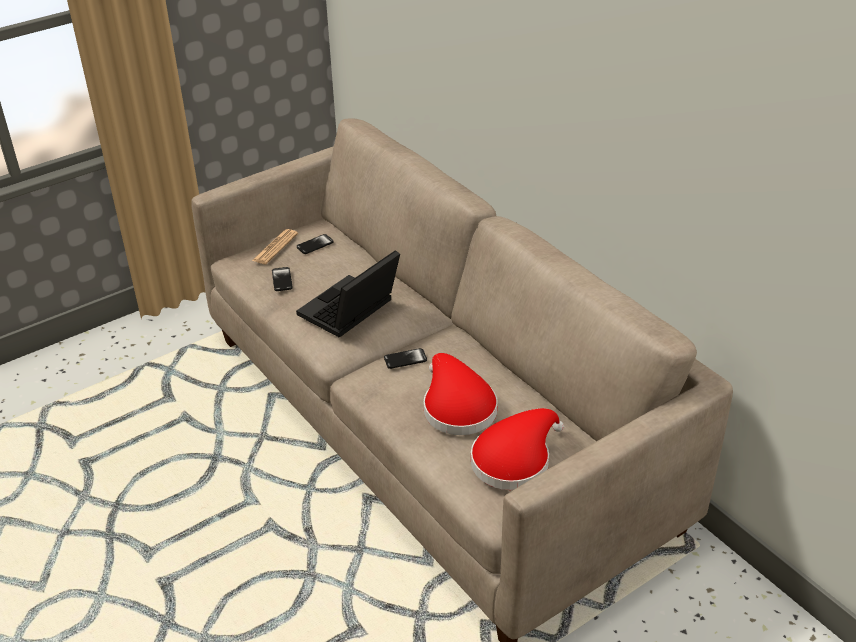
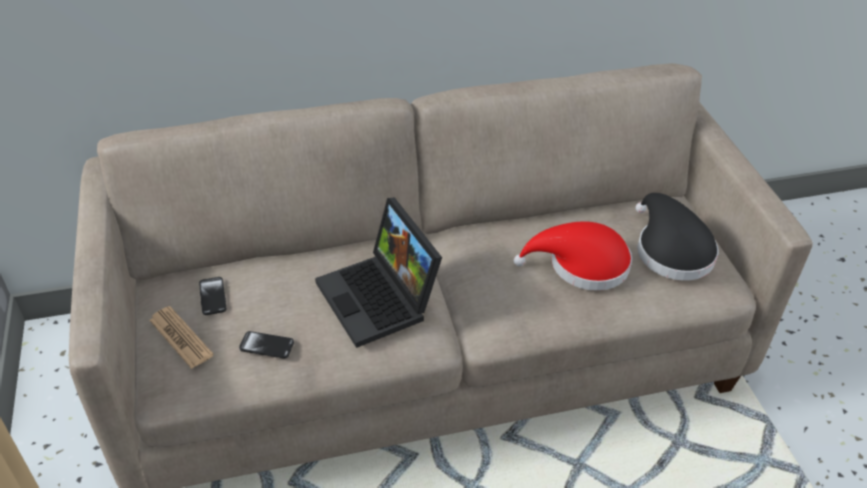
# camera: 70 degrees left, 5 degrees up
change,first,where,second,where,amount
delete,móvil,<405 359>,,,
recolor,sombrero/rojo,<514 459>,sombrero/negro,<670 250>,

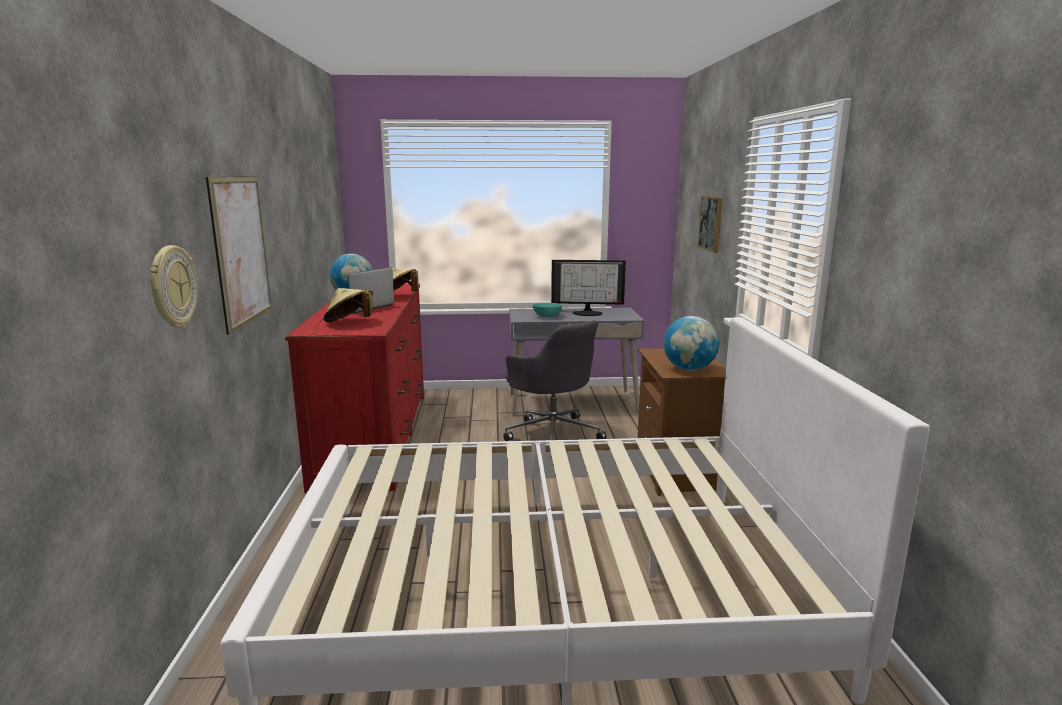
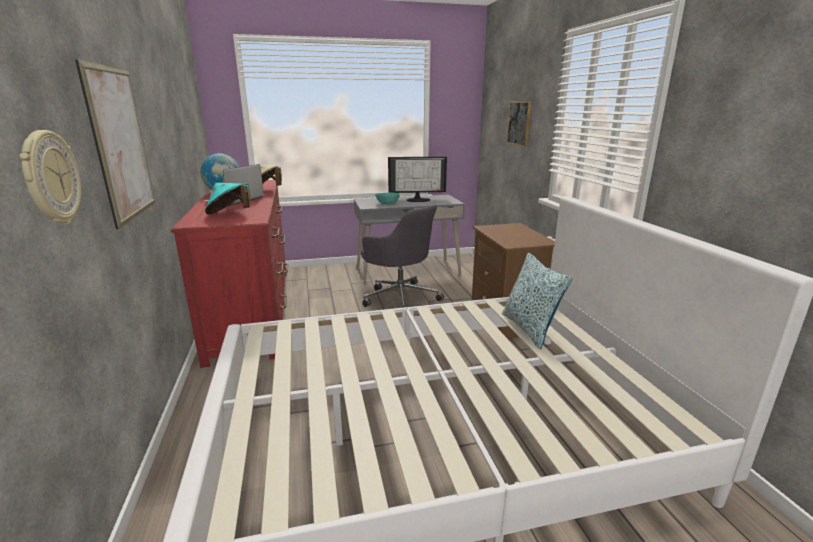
# camera: 10 degrees left, 5 degrees up
change,first,where,second,where,amount
recolor,sombrero/beis,<350 323>,sombrero/turquesa,<229 214>,
delete,globo terráqueo,<689 369>,,,
insert,,,cojín,<529 329>,

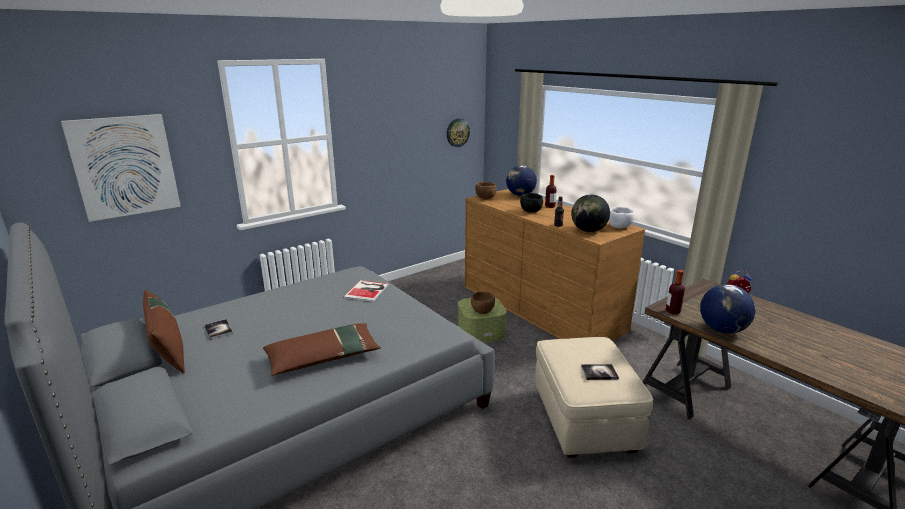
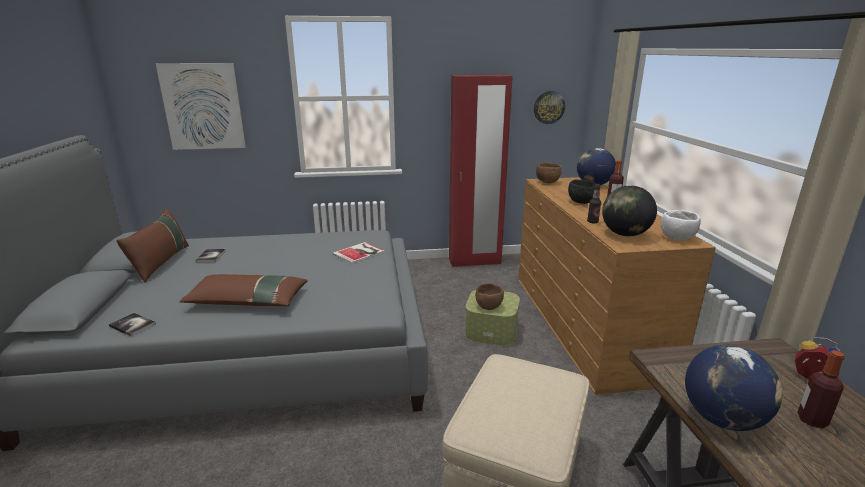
# camera: 30 degrees right, 0 degrees up
change,first,where,second,where,amount
move,botella,<672 312>,,<812 420>,
move,libro,<599 373>,,<132 325>,
insert,,,armario ropero/rojo,<474 261>,

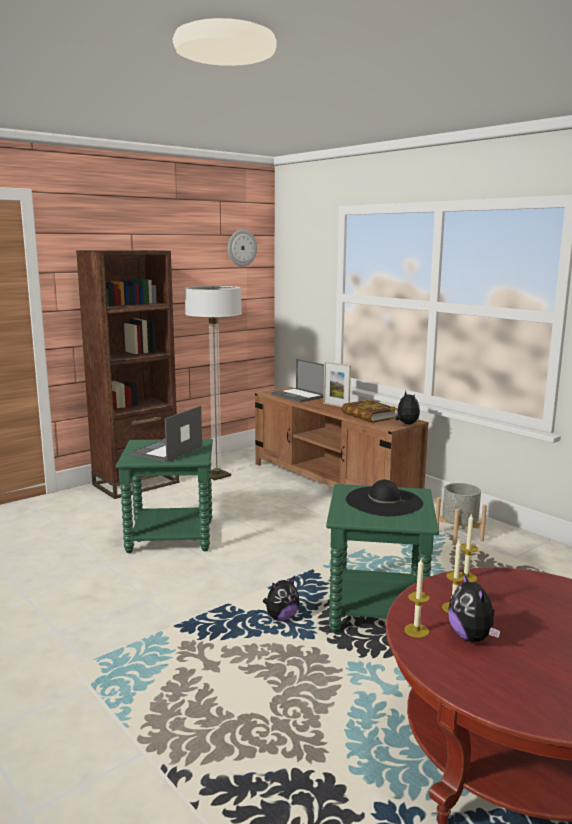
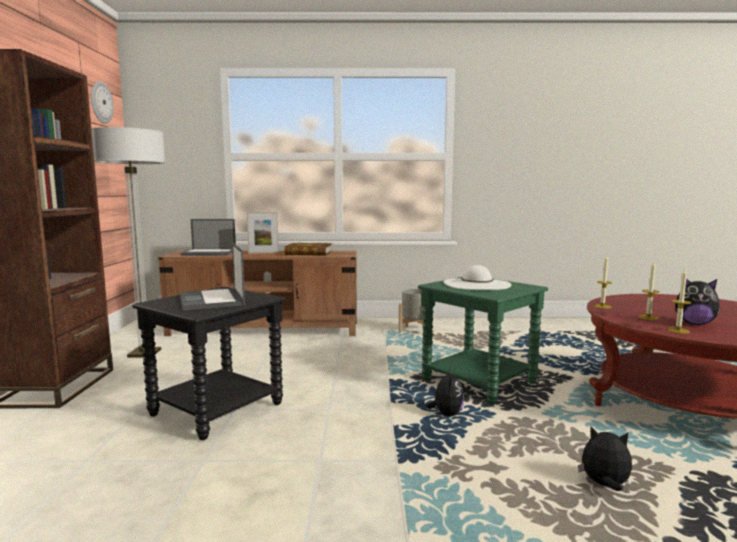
# camera: 50 degrees left, 5 degrees down
change,first,where,second,where,amount
move,peluche,<406 424>,,<604 485>,
recolor,mesa auxiliar/verde,<170 537>,mesa auxiliar/negro,<217 410>,
recolor,sombrero/negro,<384 501>,sombrero/blanco,<476 284>,

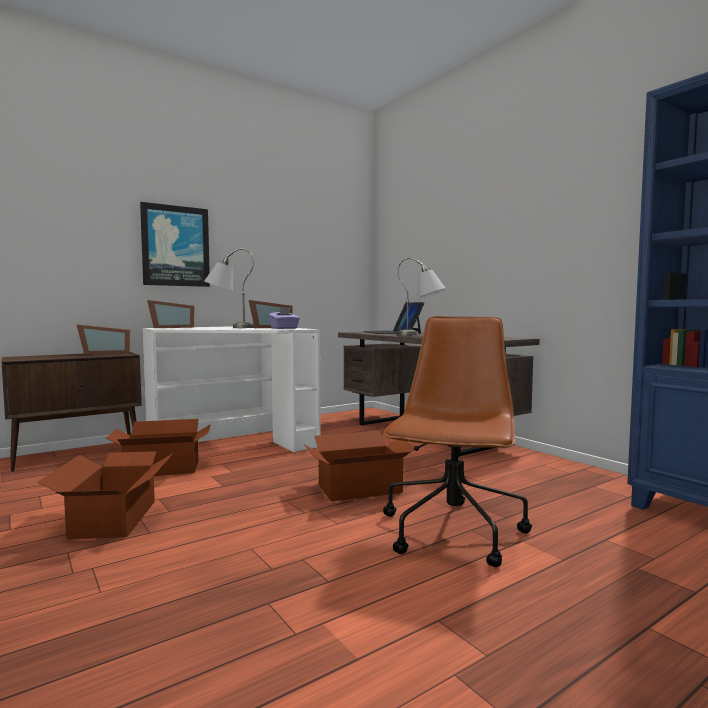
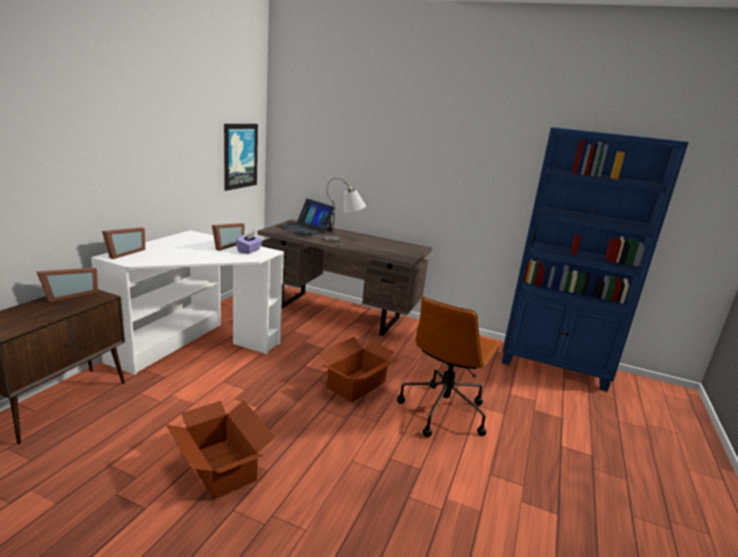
# camera: 35 degrees left, 15 degrees up
change,first,where,second,where,amount
move,cuadro,<175 246>,,<240 156>,
delete,lámpara de mesa/gris,<229 327>,,,
rotate,silla de oficina/marrón,<453 533>,,<443 410>,135 degrees counterclockwise
delete,caja de cartón,<162 468>,,,

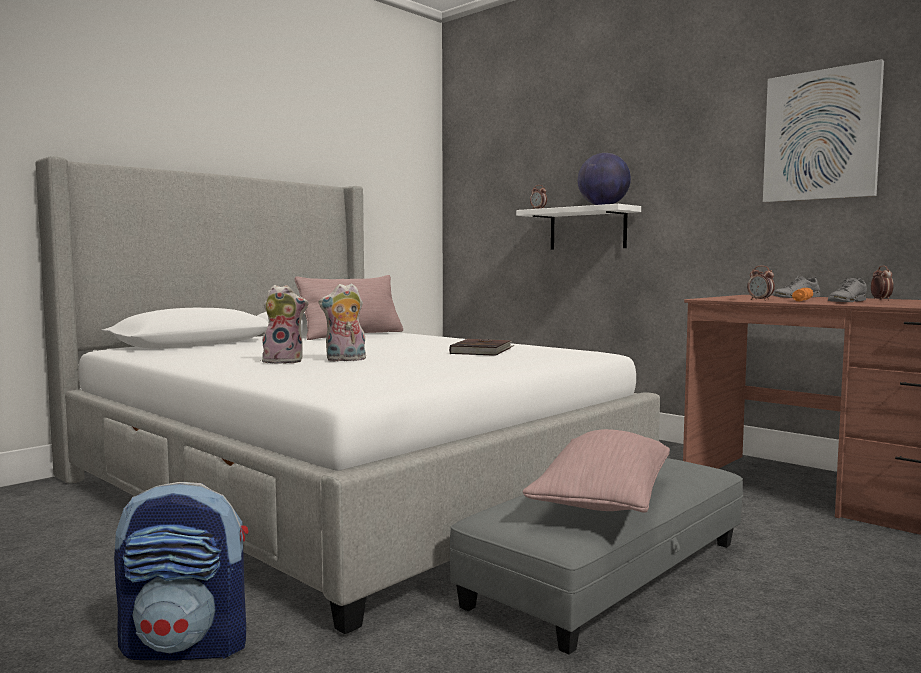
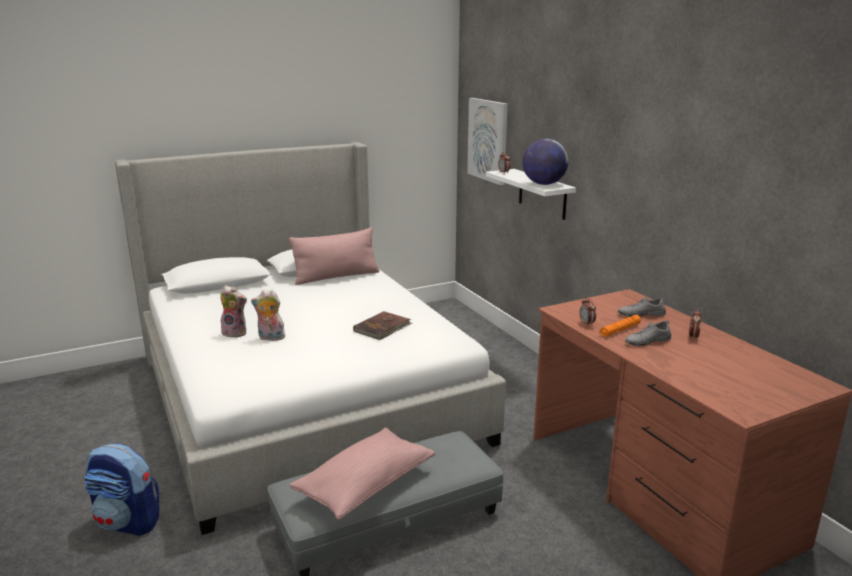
# camera: 20 degrees right, 15 degrees up
change,first,where,second,where,amount
move,cuadro,<821 135>,,<488 140>,

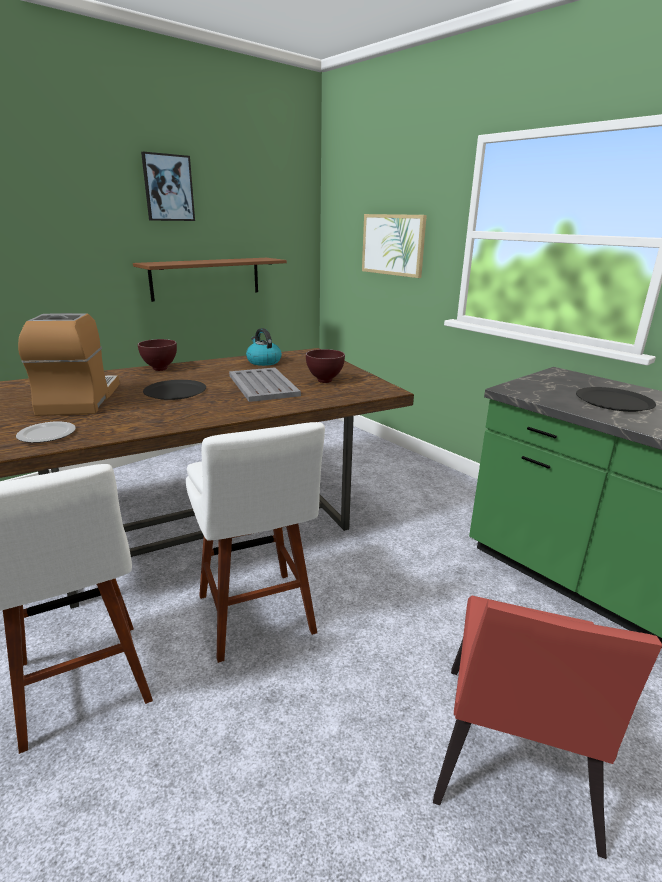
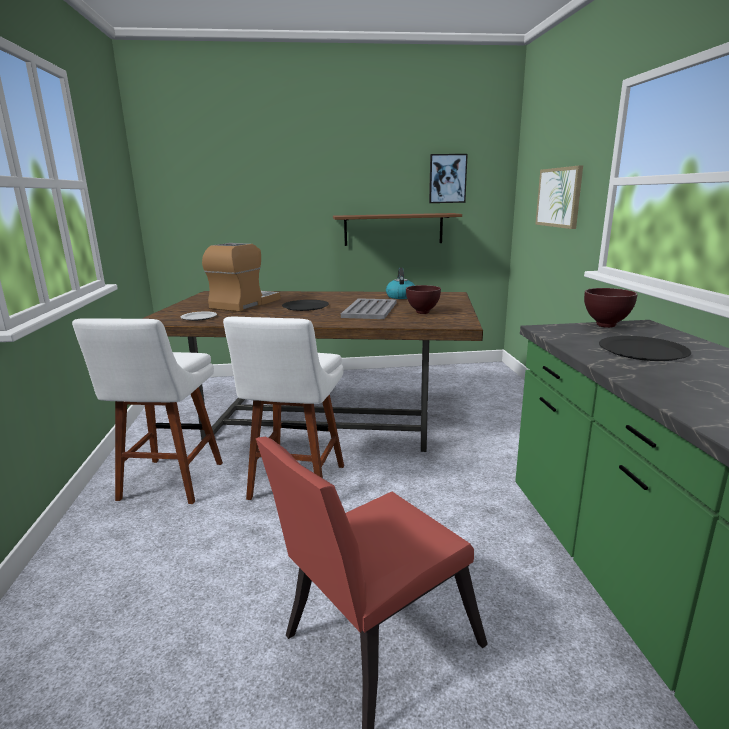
# camera: 35 degrees right, 5 degrees down
change,first,where,second,where,amount
move,cuadro,<168 188>,,<447 178>,
move,cuenco/marrón,<159 369>,,<605 325>,

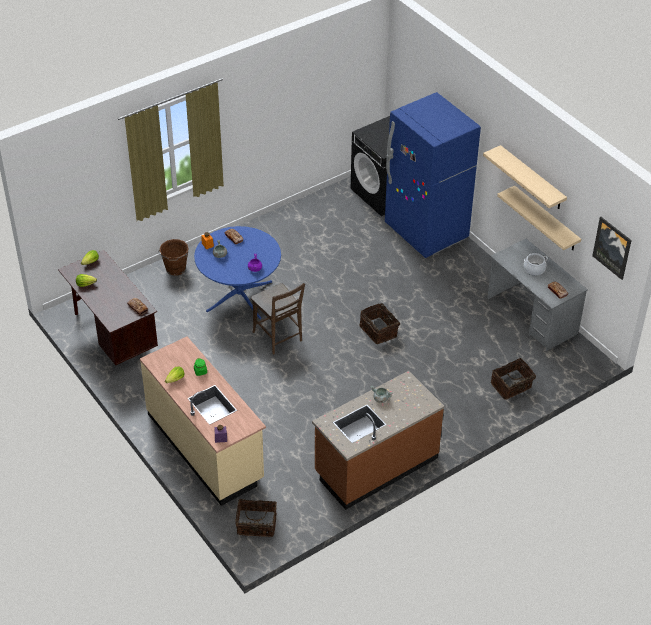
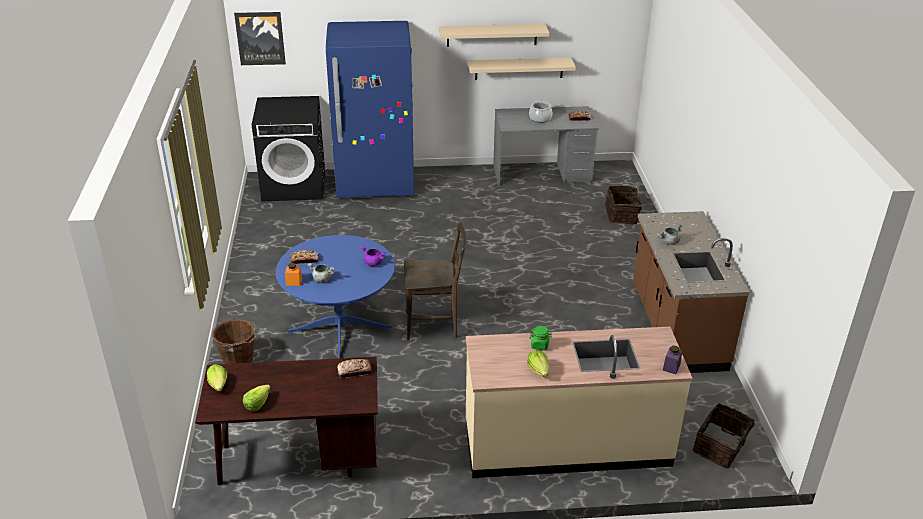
# camera: 60 degrees left, 10 degrees down
change,first,where,second,where,amount
move,cuadro,<612 247>,,<260 38>,
delete,cesta,<379 331>,,,

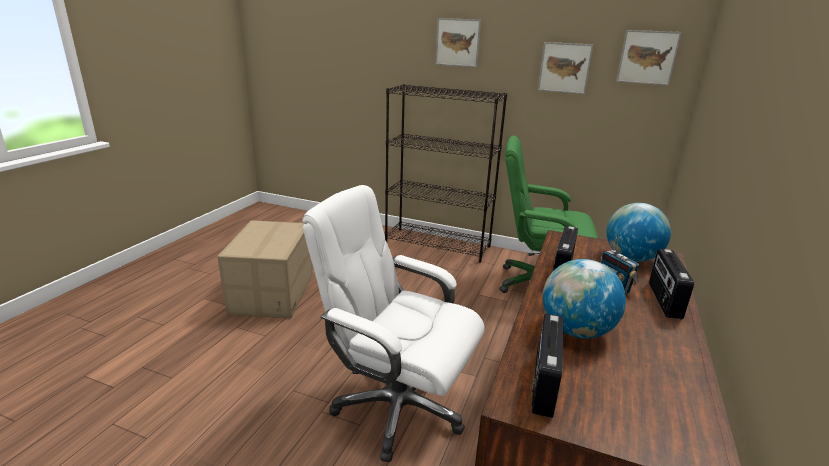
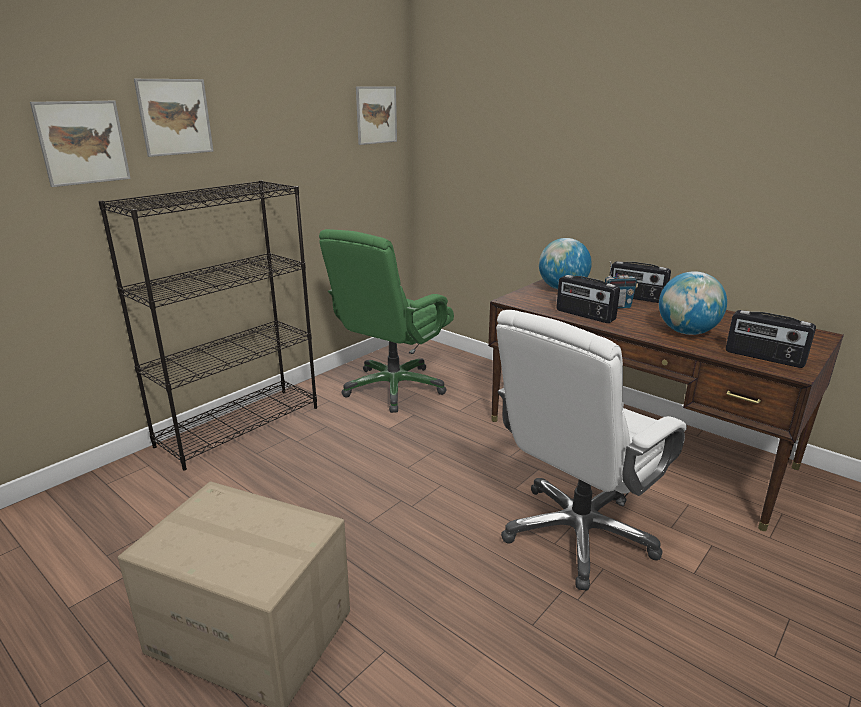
# camera: 70 degrees left, 0 degrees up
change,first,where,second,where,amount
move,cuadro,<564 68>,,<82 142>,

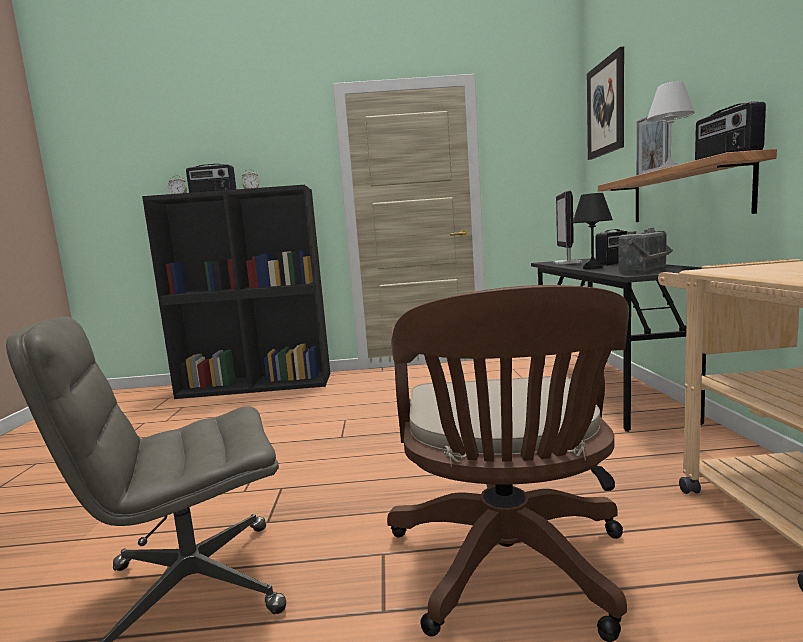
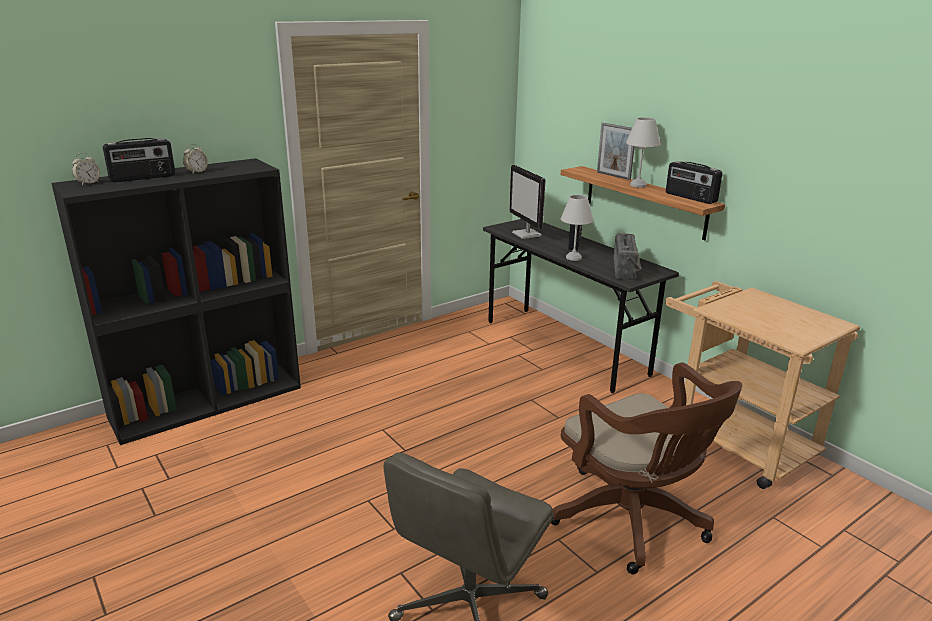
# camera: 35 degrees left, 15 degrees up
change,first,where,second,where,amount
delete,cuadro,<606 108>,,,
recolor,lámpara de mesa/negro,<591 268>,lámpara de mesa/blanco,<573 258>,

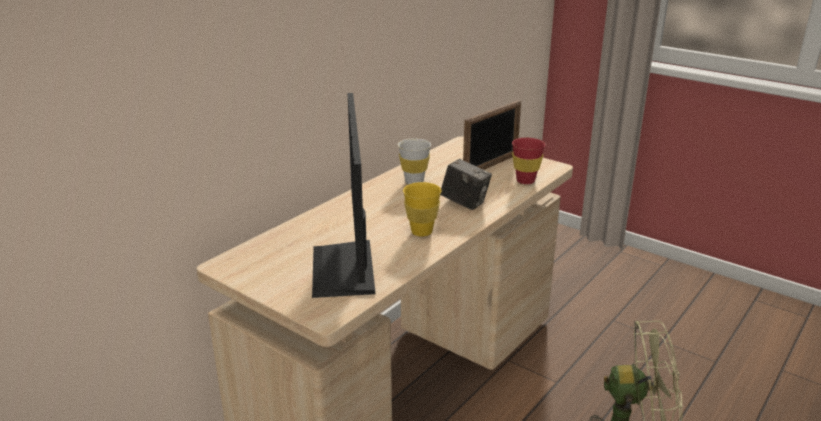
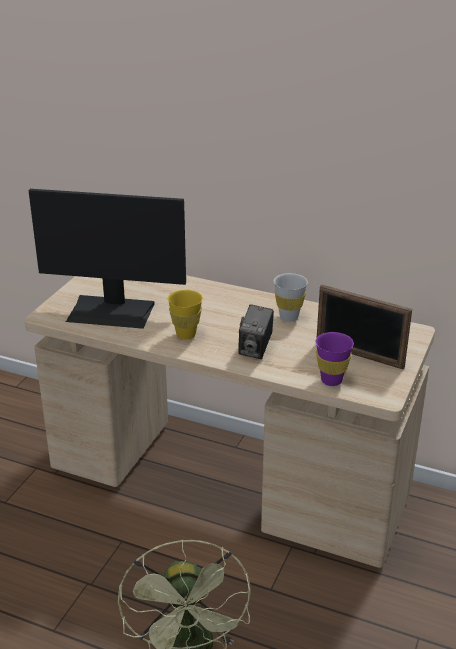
# camera: 75 degrees right, 5 degrees up
change,first,where,second,where,amount
rotate,monitor,<346 269>,,<112 311>,150 degrees counterclockwise
recolor,taza/rojo,<525 181>,taza/morado,<331 380>,

